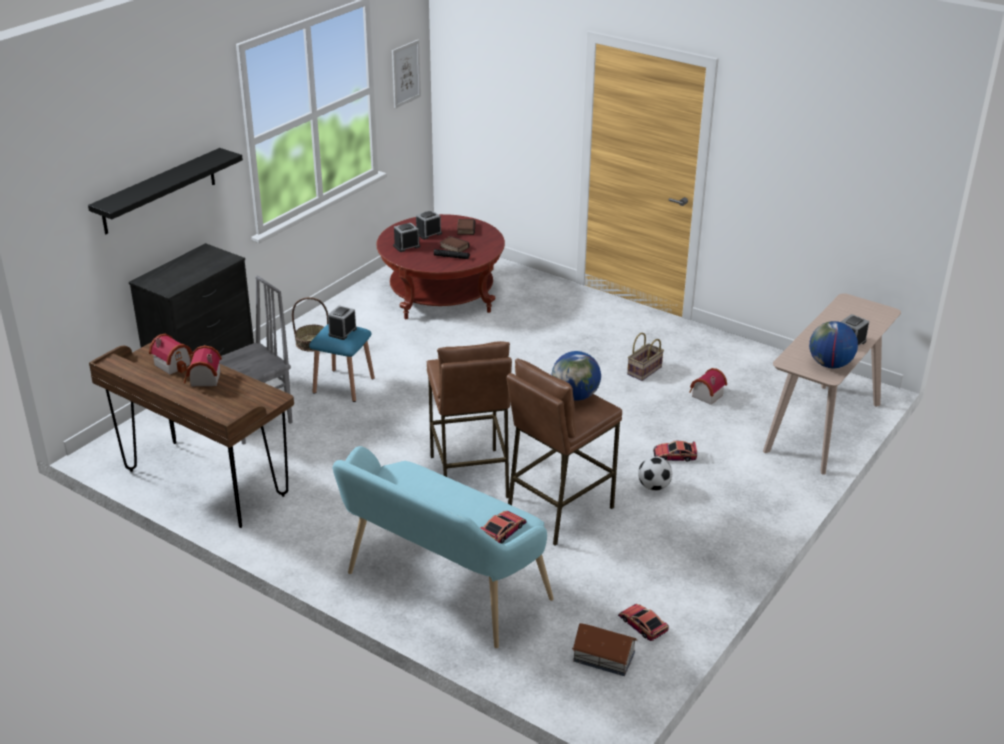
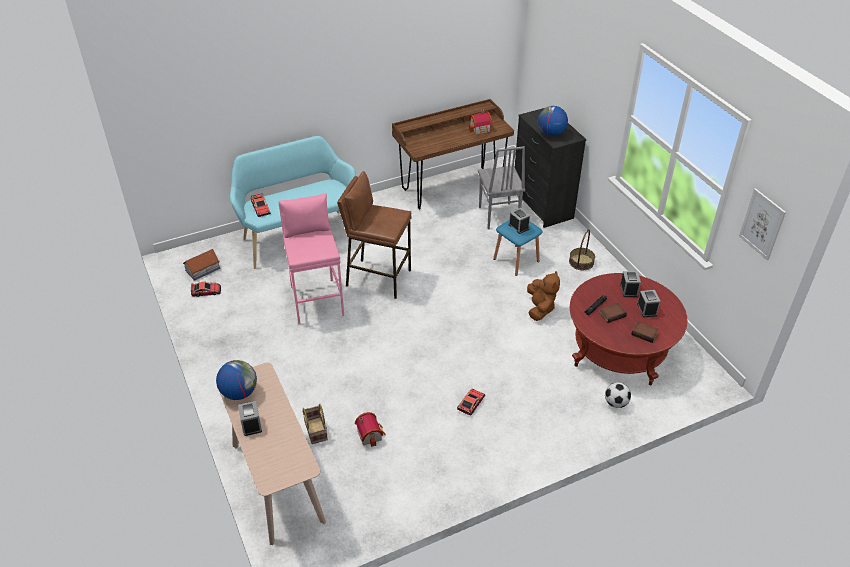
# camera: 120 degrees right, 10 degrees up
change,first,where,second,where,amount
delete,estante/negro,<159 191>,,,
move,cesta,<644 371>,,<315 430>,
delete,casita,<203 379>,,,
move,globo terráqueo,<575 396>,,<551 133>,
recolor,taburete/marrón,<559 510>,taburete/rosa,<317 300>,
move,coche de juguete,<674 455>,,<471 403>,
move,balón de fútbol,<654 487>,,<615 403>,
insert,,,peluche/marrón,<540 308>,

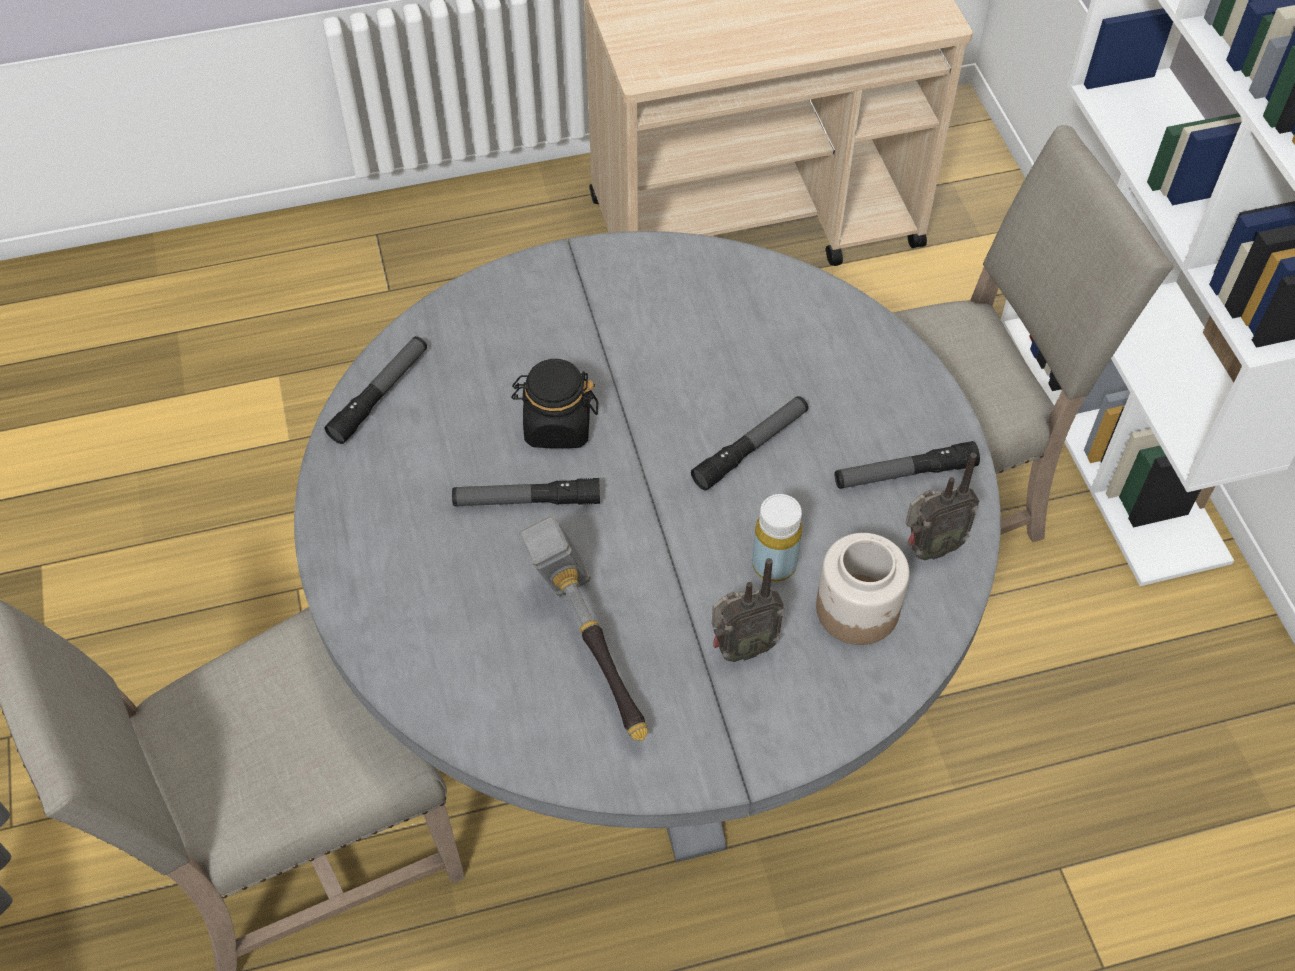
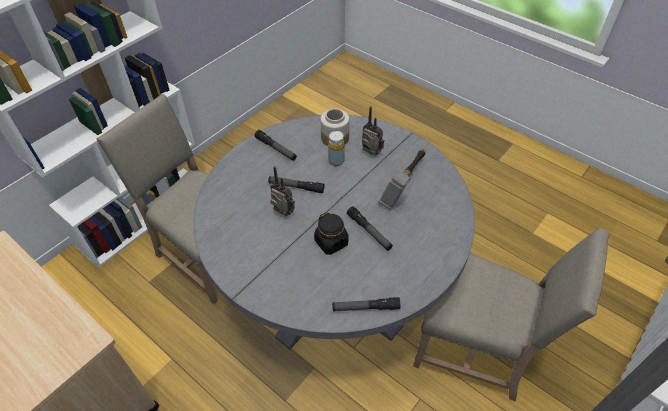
# camera: 125 degrees left, 5 degrees down
change,first,where,second,where,amount
move,radio,<929 548>,,<283 214>,

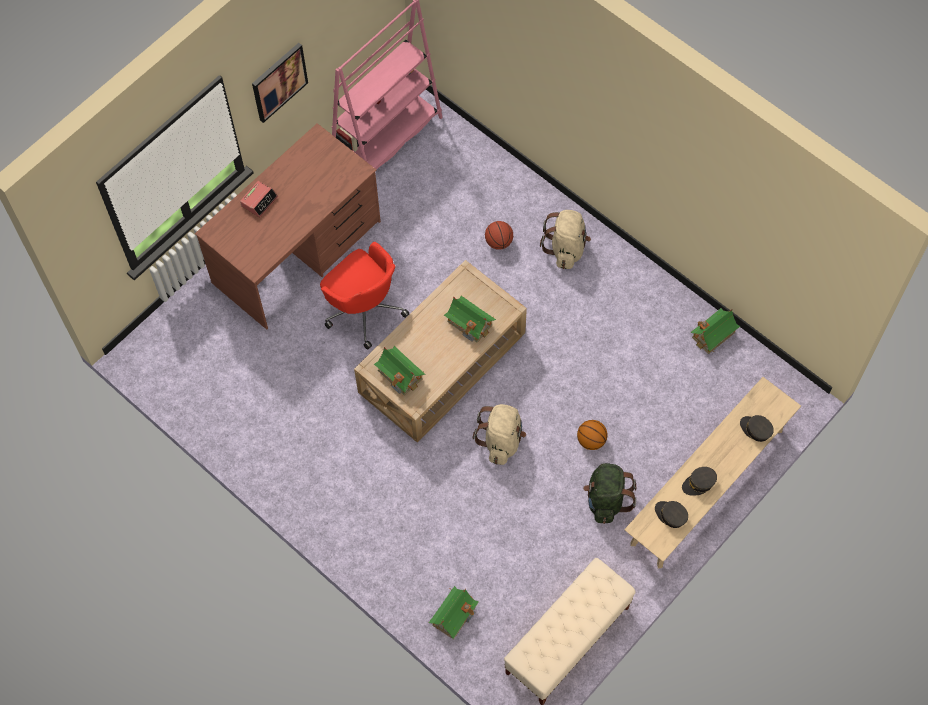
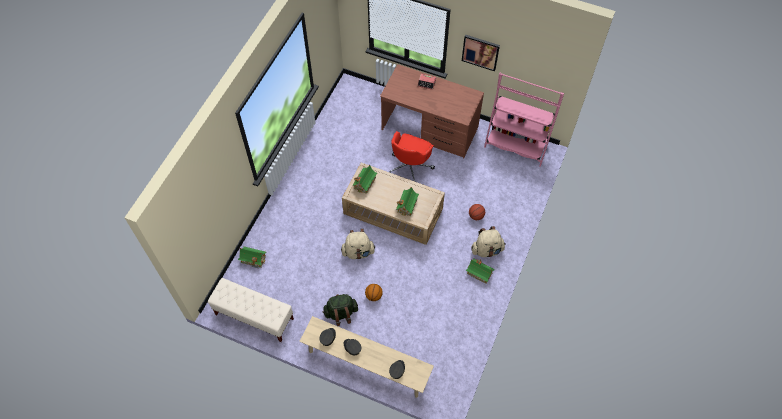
# camera: 70 degrees right, 5 degrees down
change,first,where,second,where,amount
move,casita,<713 335>,,<479 273>,

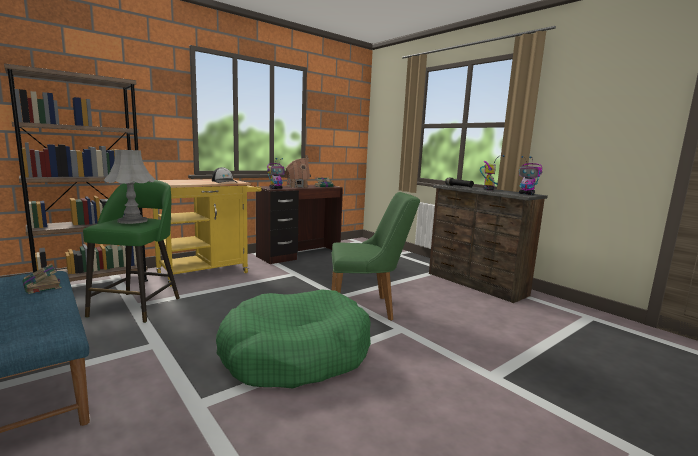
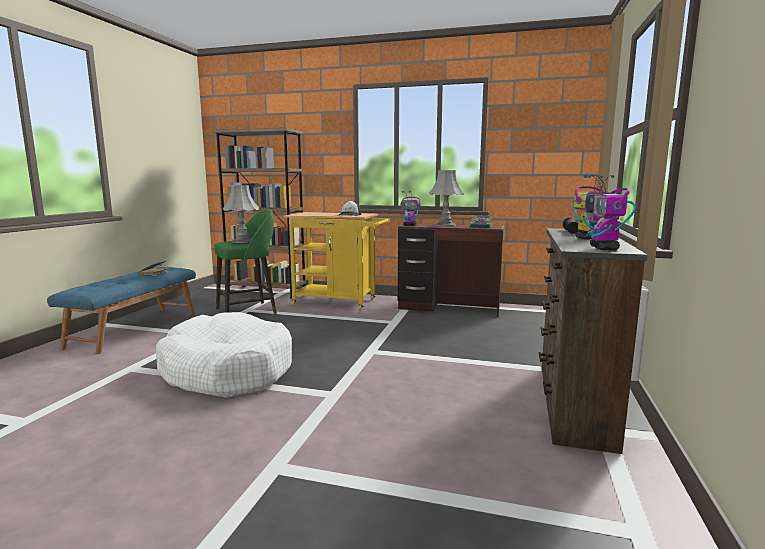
# camera: 55 degrees right, 0 degrees up
change,first,where,second,where,amount
replace,casita,<297 186>,lámpara de mesa/gris,<445 225>,
delete,silla/verde,<367 308>,,,
recolor,cama para perro/verde,<295 354>,cama para perro/blanco,<227 371>,

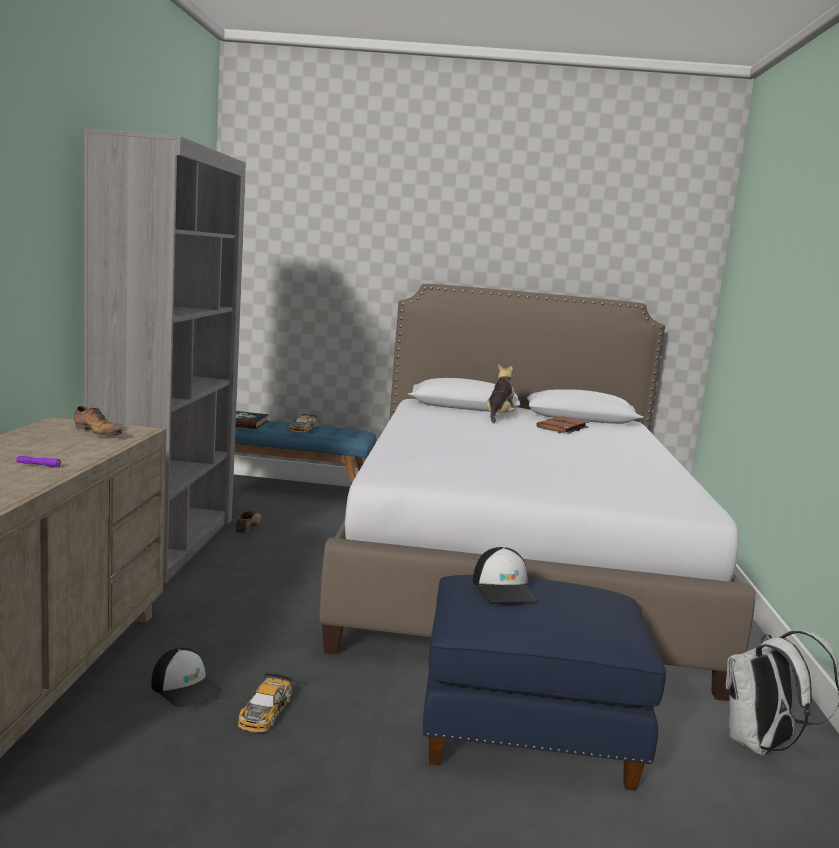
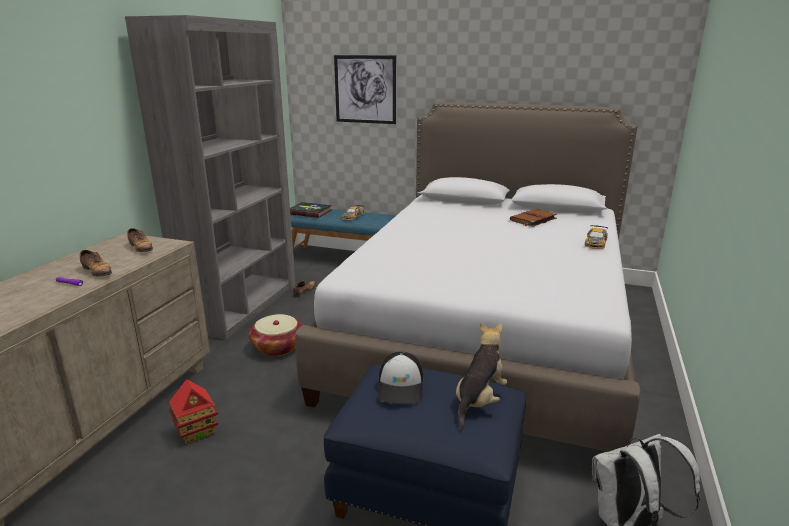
# camera: 15 degrees right, 10 degrees up
change,first,where,second,where,amount
move,peluche,<499 417>,,<479 401>,
replace,gorra,<186 687>,casita,<197 431>,
move,coche de juguete,<265 711>,,<595 242>,
insert,,,cuadro,<365 89>,
insert,,,zapato,<97 271>,
insert,,,cesta,<278 347>,

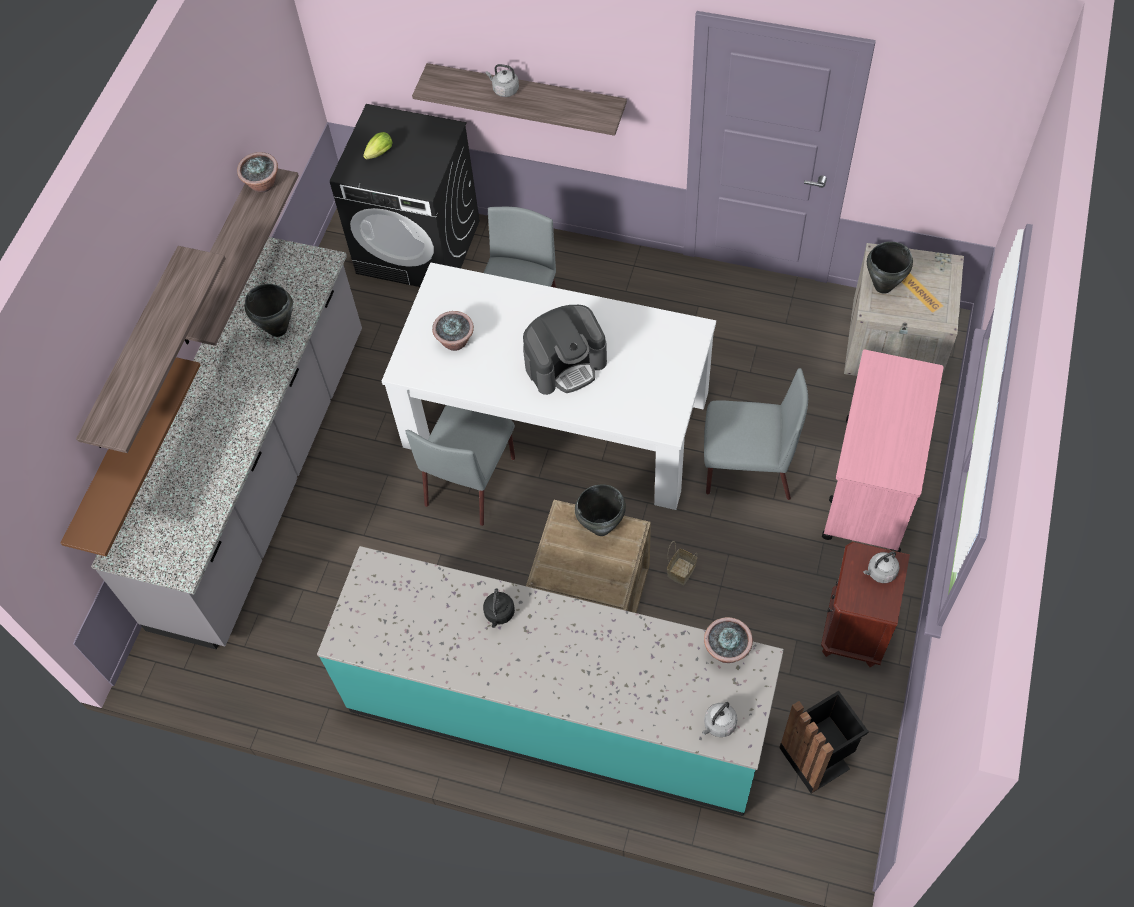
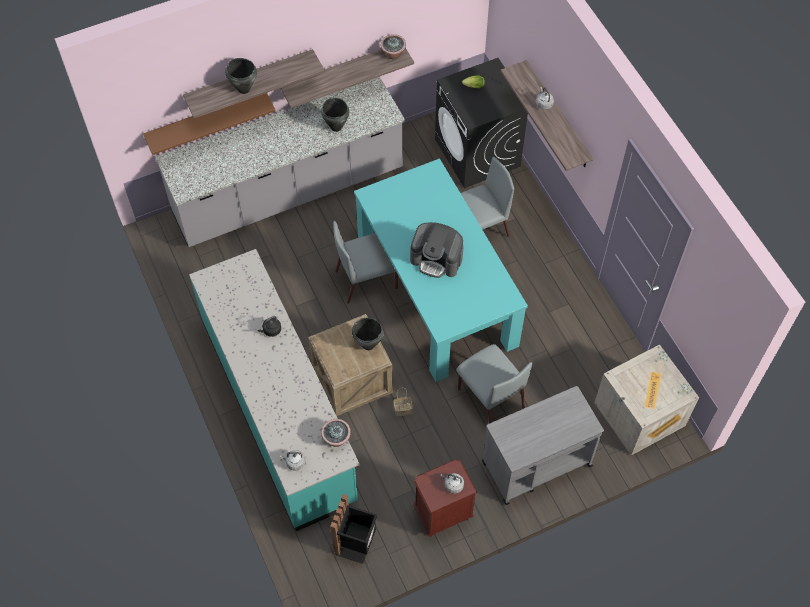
# camera: 45 degrees right, 0 degrees up
change,first,where,second,where,amount
move,olla/negro,<882 286>,,<244 89>,
recolor,mesa de comedor/blanco,<556 420>,mesa de comedor/turquesa,<436 290>,
delete,planta en maceta,<455 341>,,,
recolor,carrito/rosa,<871 486>,carrito/gris,<536 464>,

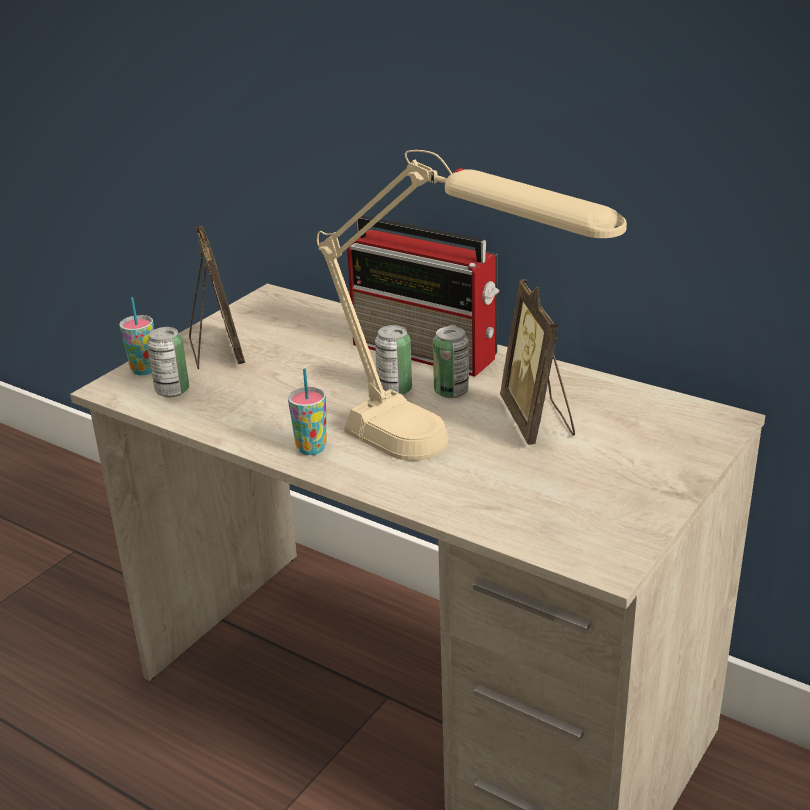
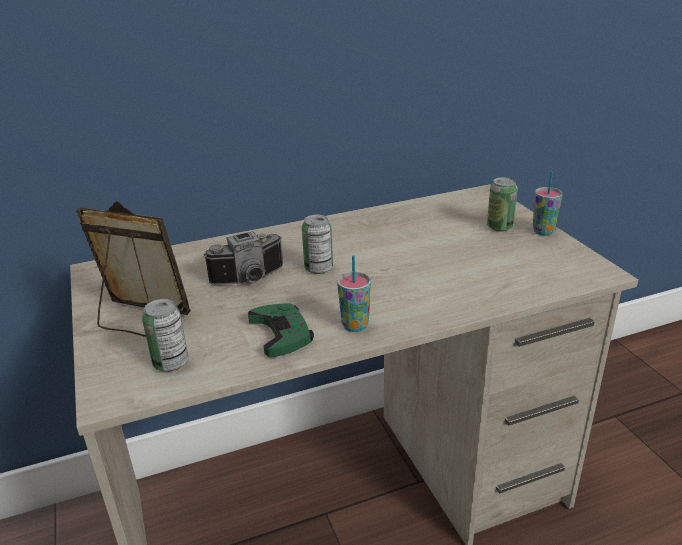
# camera: 55 degrees left, 0 degrees up
change,first,where,second,where,amount
delete,lámpara de mesa/beis,<452 461>,,,
delete,radio,<427 351>,,,
delete,portarretratos,<538 421>,,,
move,taza,<144 370>,,<543 231>,
move,lata,<451 392>,,<499 227>,
insert,,,cámara,<250 279>,
insert,,,mando de consola/verde,<281 333>,

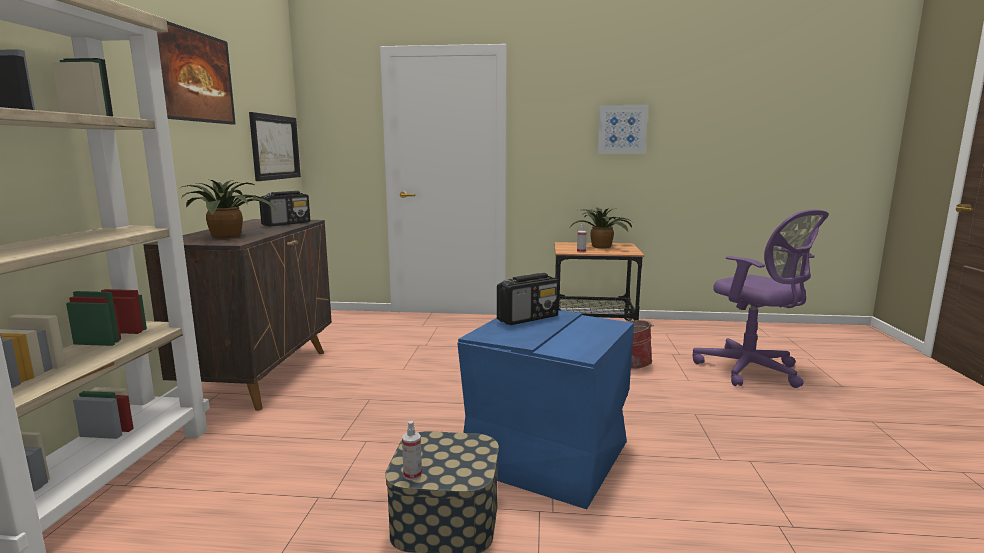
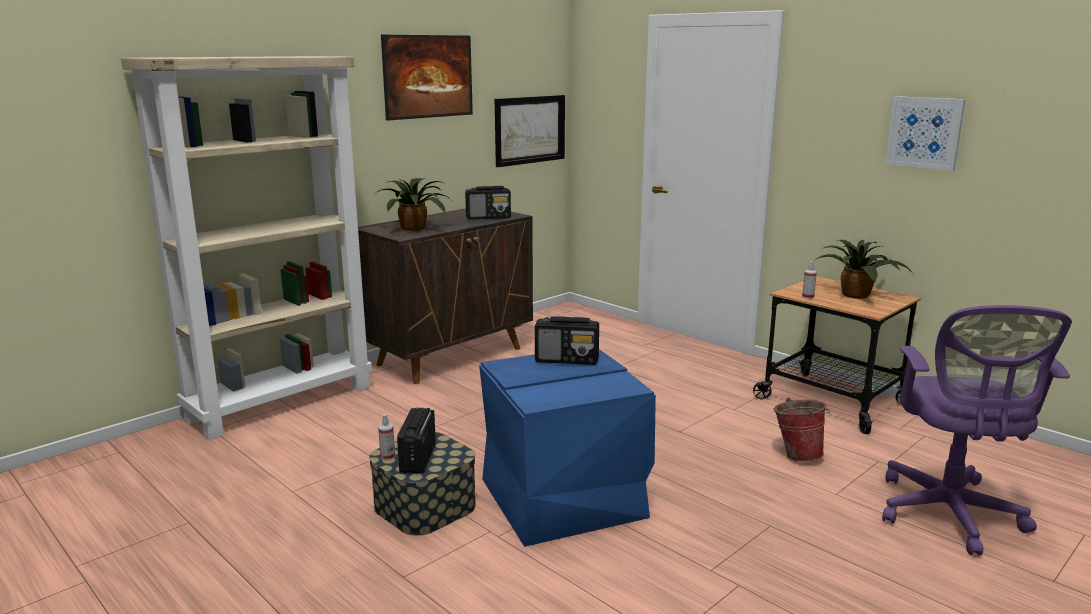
# camera: 40 degrees right, 5 degrees up
change,first,where,second,where,amount
insert,,,radio,<417 459>,

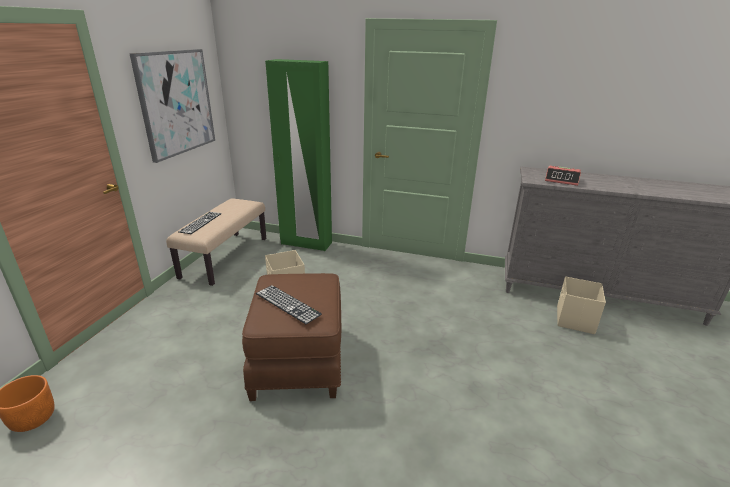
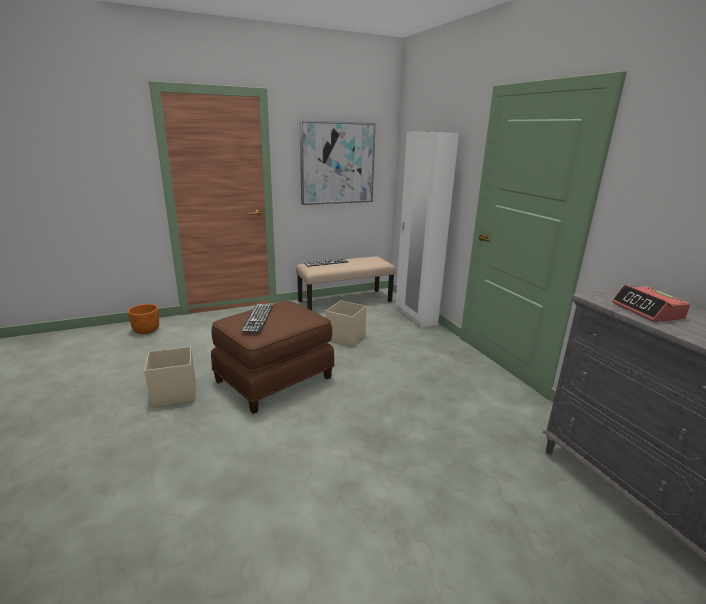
# camera: 50 degrees right, 5 degrees down
change,first,where,second,where,amount
recolor,armario ropero/verde,<306 243>,armario ropero/blanco,<415 316>,
move,caja de almacenaje/beis,<574 320>,,<173 394>,

